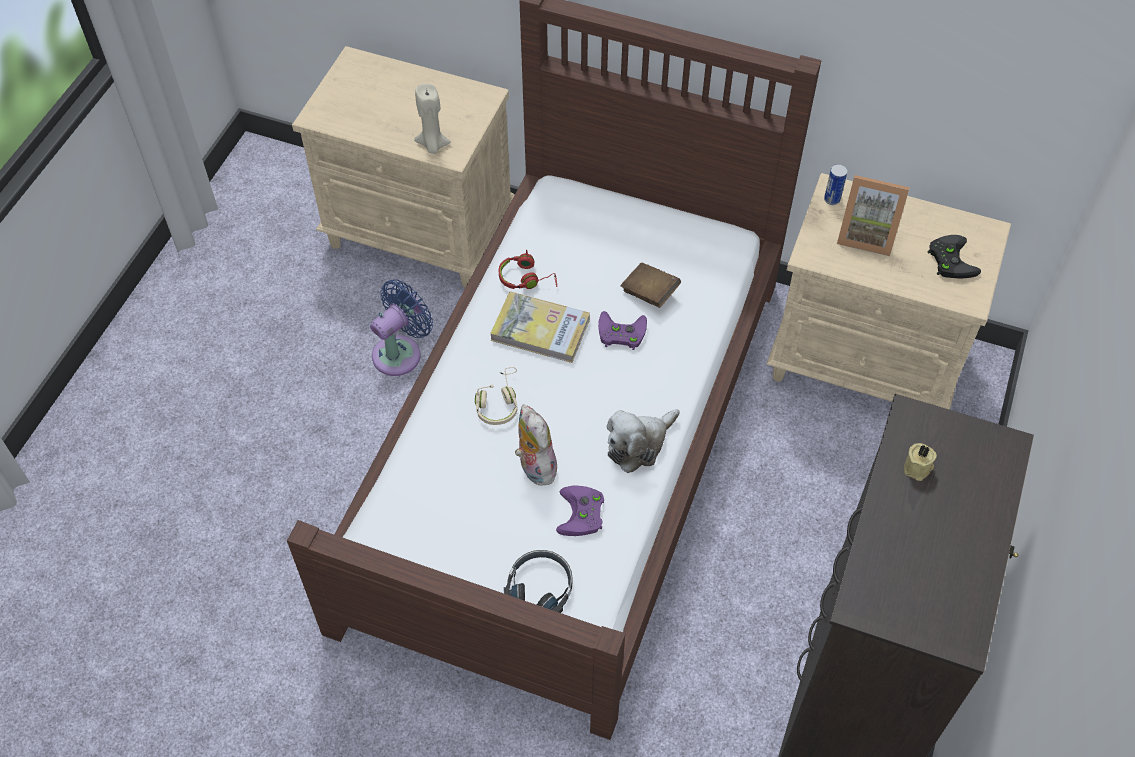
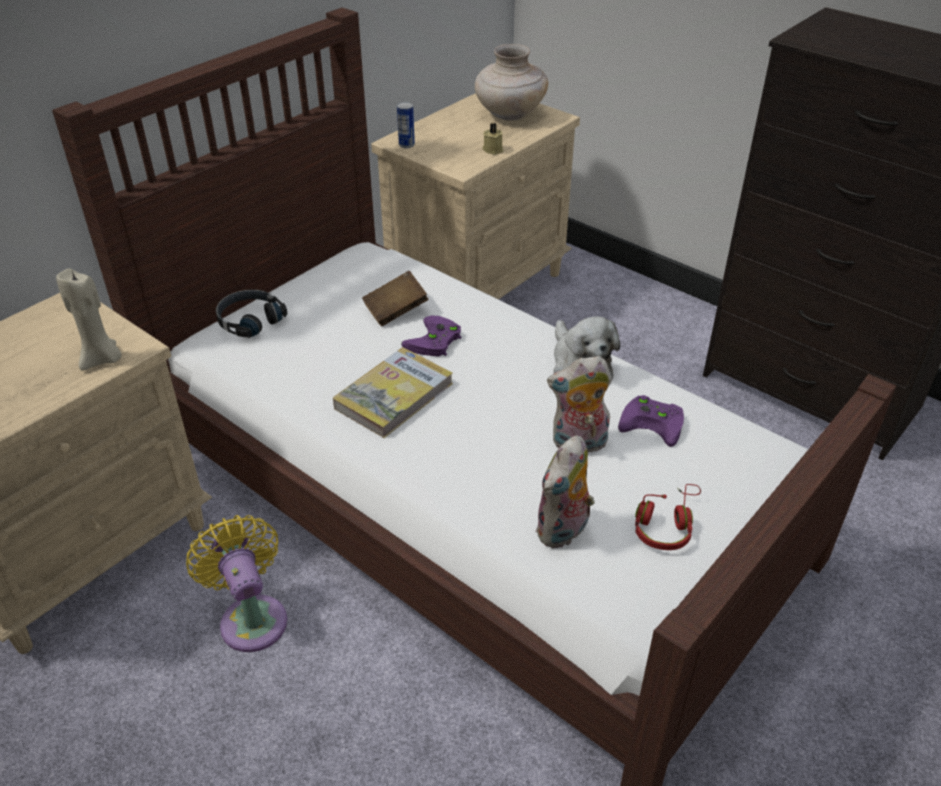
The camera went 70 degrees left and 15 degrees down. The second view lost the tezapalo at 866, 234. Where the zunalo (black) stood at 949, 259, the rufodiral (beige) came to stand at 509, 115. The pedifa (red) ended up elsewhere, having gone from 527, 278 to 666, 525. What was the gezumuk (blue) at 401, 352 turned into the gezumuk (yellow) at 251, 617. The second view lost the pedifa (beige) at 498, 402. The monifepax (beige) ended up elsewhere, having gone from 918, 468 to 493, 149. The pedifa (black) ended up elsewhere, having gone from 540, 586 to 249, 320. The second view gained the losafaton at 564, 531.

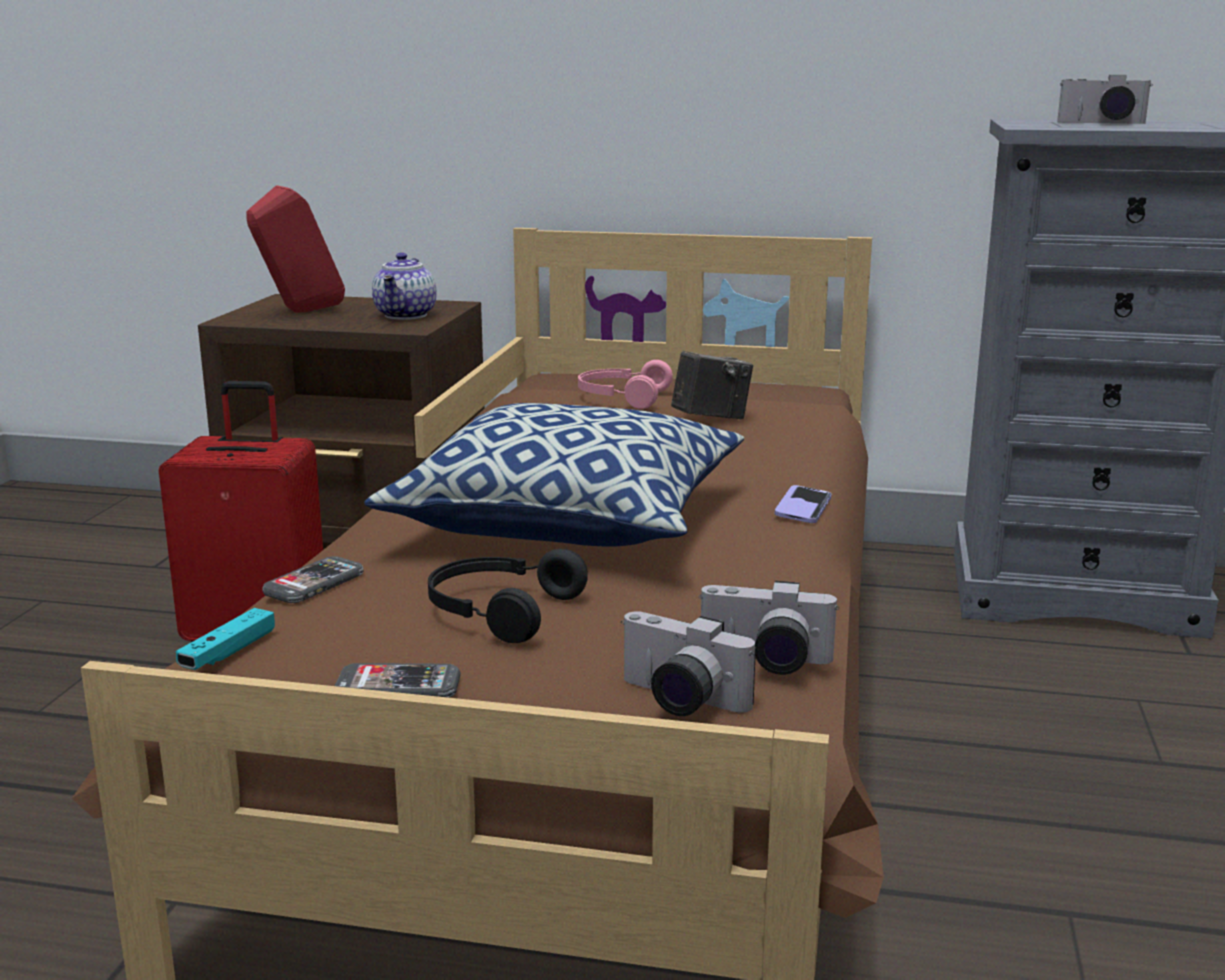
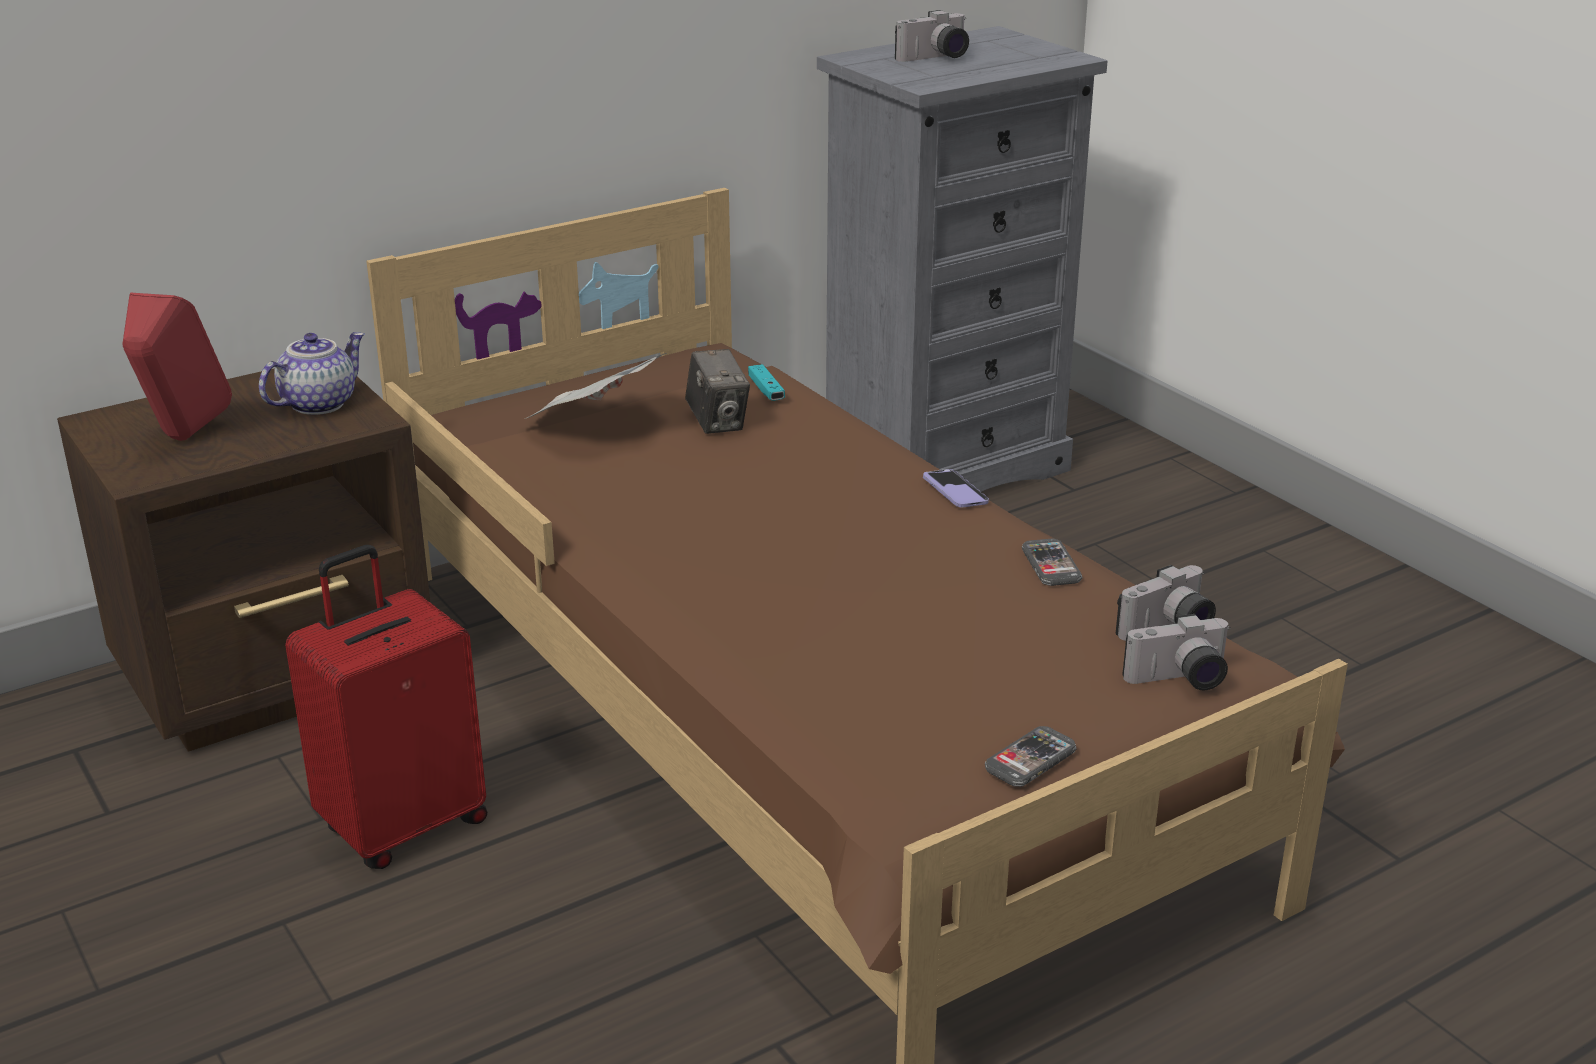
The camera went 45 degrees left and 10 degrees up. The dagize at 407, 316 ended up facing another way, 105 degrees counterclockwise from before. The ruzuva at 710, 419 ended up facing another way, 135 degrees clockwise from before. Where the pedifa (pink) stood at 622, 398, the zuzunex came to stand at 593, 424. The second view lost the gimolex at 569, 521. The second view lost the pedifa (black) at 499, 611. The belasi ended up elsewhere, having gone from 314, 583 to 1051, 565. The zunalo (turquoise) ended up elsewhere, having gone from 228, 652 to 766, 391.

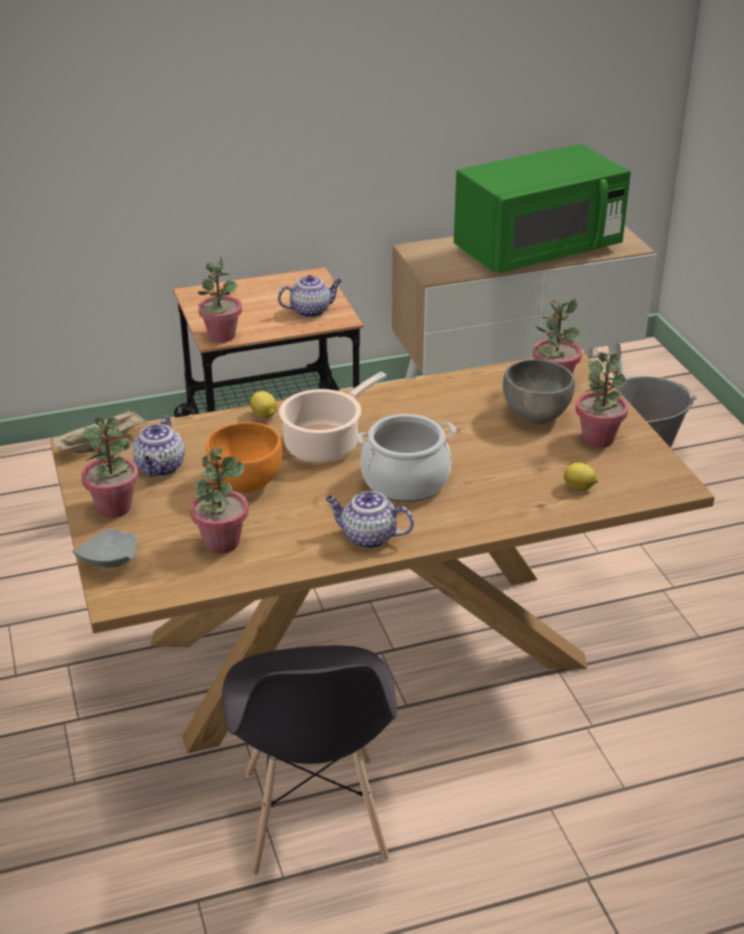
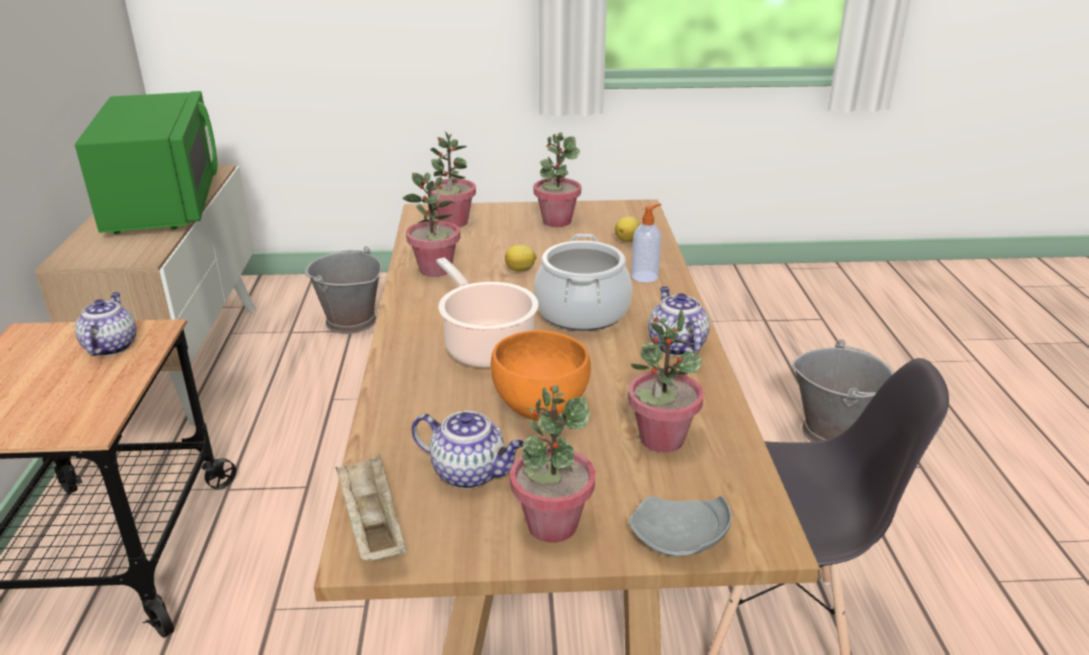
The camera went 75 degrees left and 5 degrees down. The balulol ended up elsewhere, having gone from 221, 336 to 435, 270. The second view lost the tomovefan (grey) at 536, 416. The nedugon ended up elsewhere, having gone from 264, 415 to 521, 270. The dagize at 368, 537 ended up facing another way, 135 degrees clockwise from before. The second view gained the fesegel at 645, 276. The second view gained the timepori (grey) at 833, 432.

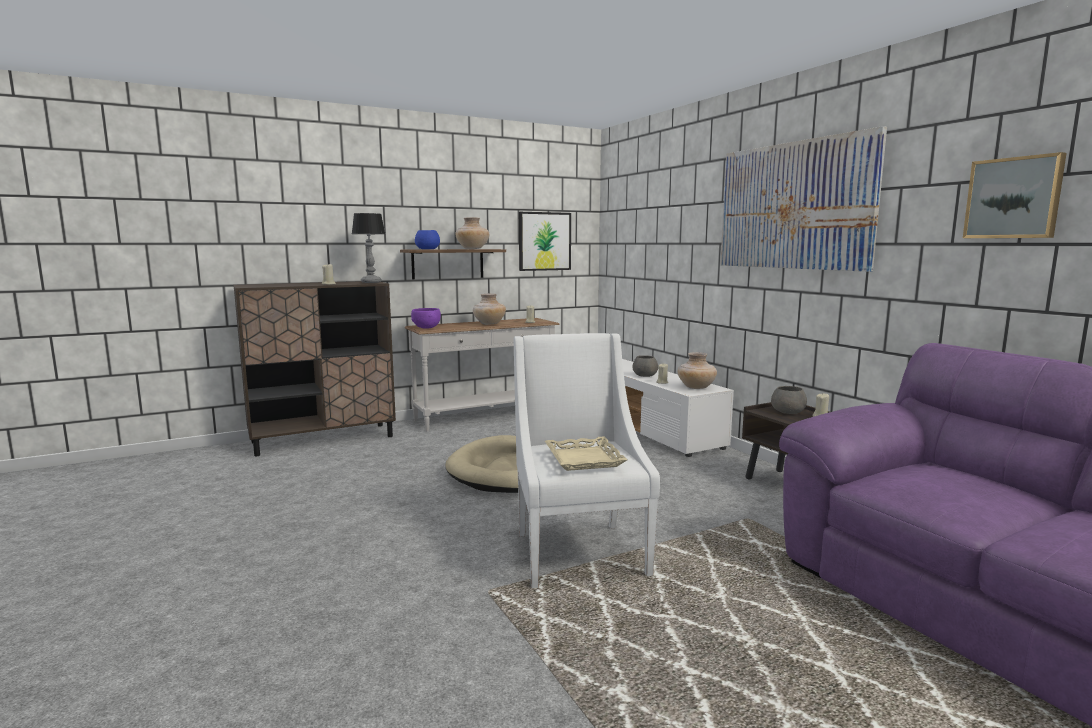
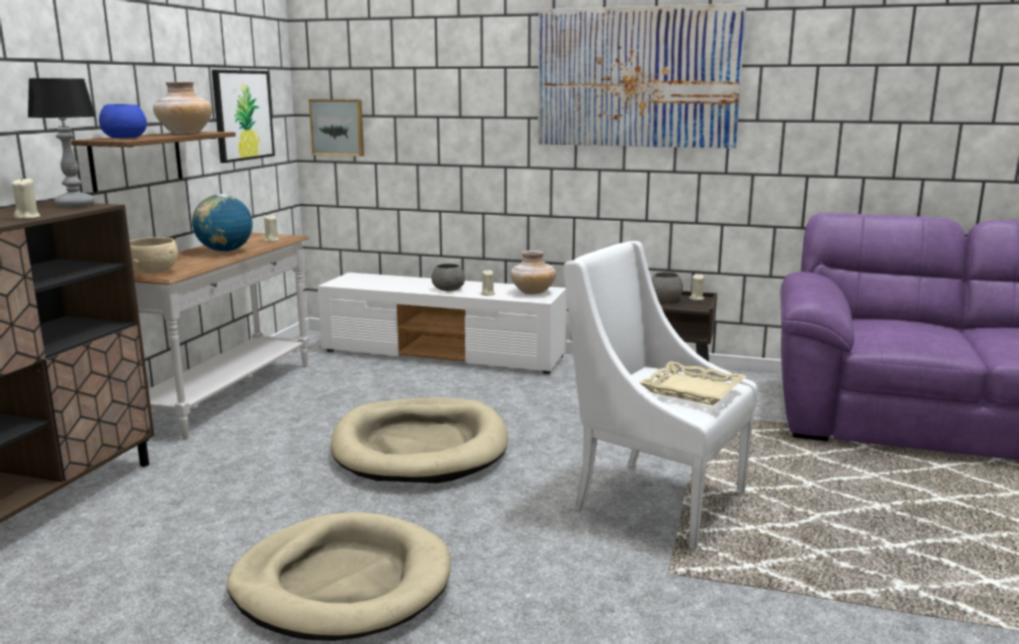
The camera went 45 degrees left and 5 degrees up. The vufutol ended up elsewhere, having gone from 1013, 198 to 338, 127. Where the rufodiral (beige) stood at 489, 324, the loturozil came to stand at 225, 251. What was the tomovefan (purple) at 426, 328 turned into the tomovefan (beige) at 154, 272. The second view gained the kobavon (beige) at 342, 583.

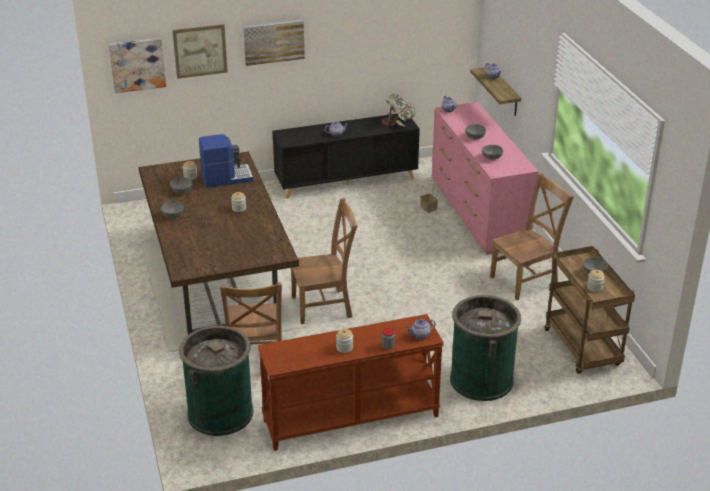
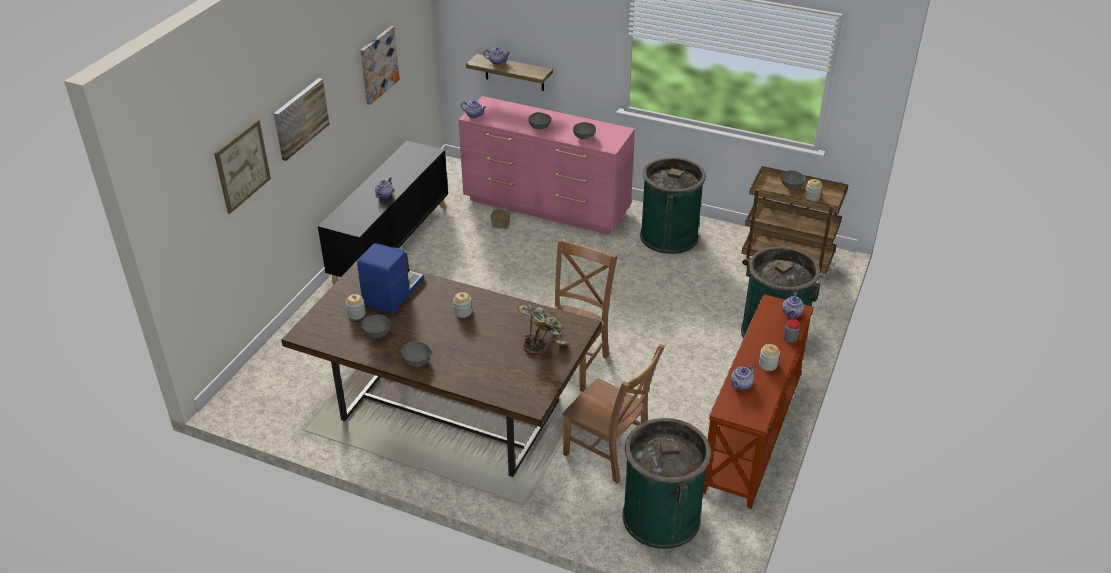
The camera went 50 degrees left and 5 degrees up. The vufutol ended up elsewhere, having gone from 137, 64 to 378, 64. The balulol ended up elsewhere, having gone from 398, 121 to 541, 339. Where the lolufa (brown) stood at 526, 281, the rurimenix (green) came to stand at 669, 236. The second view gained the dagize at 741, 385.

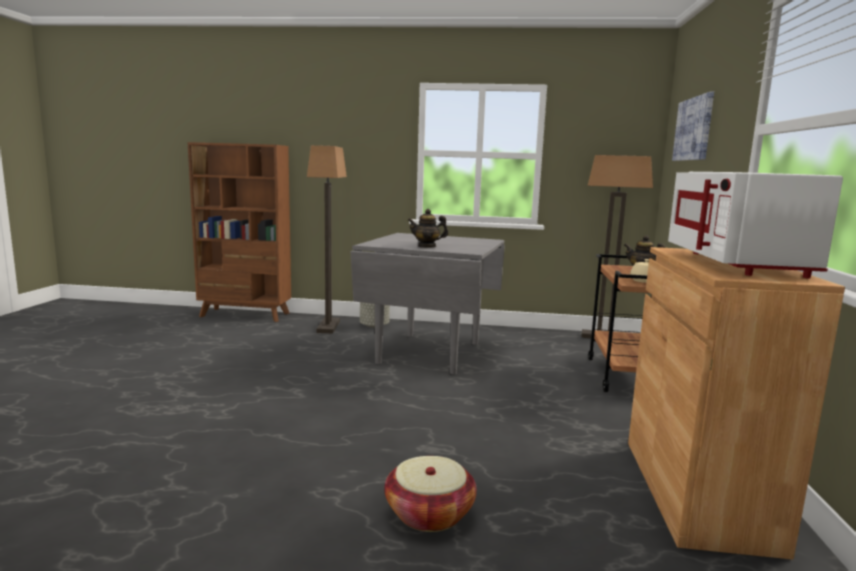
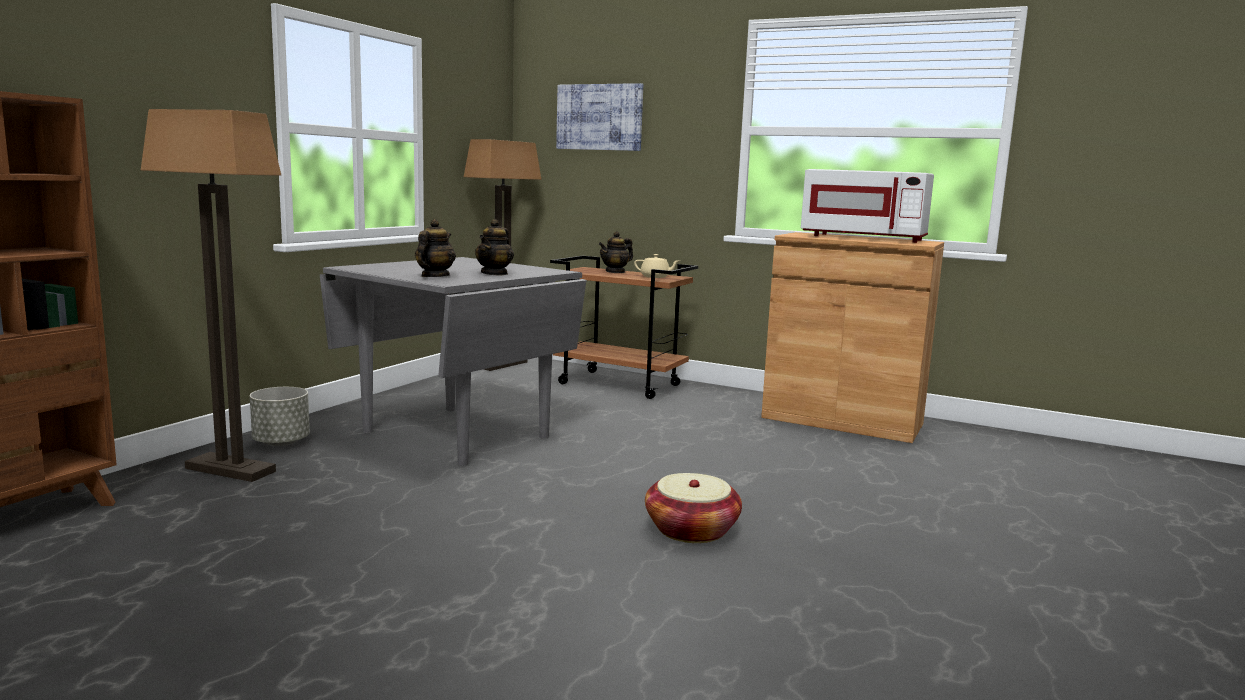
The camera went 70 degrees left and 0 degrees up. The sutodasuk ended up elsewhere, having gone from 429, 513 to 691, 530. The second view gained the dagize at 434, 276.

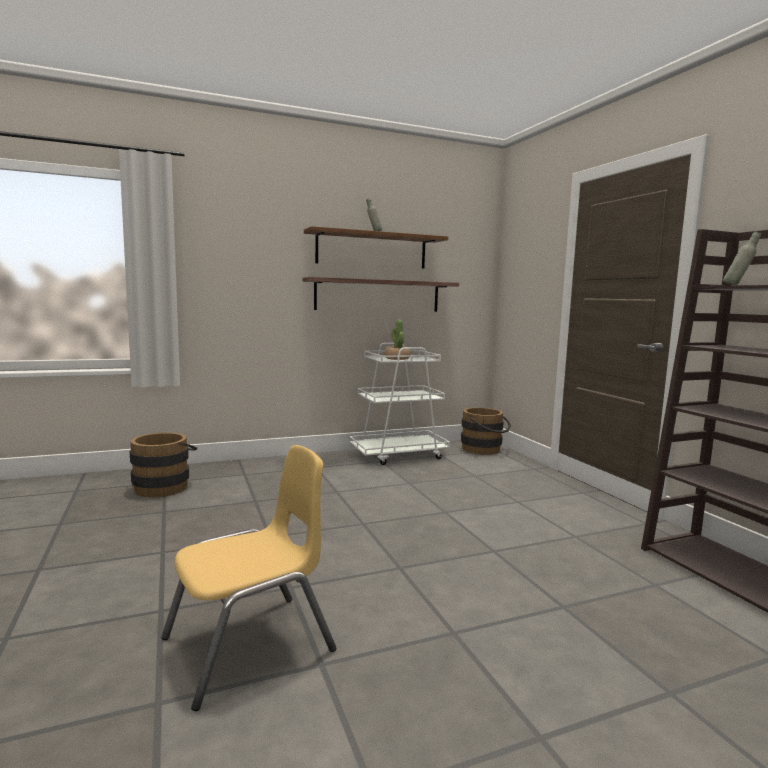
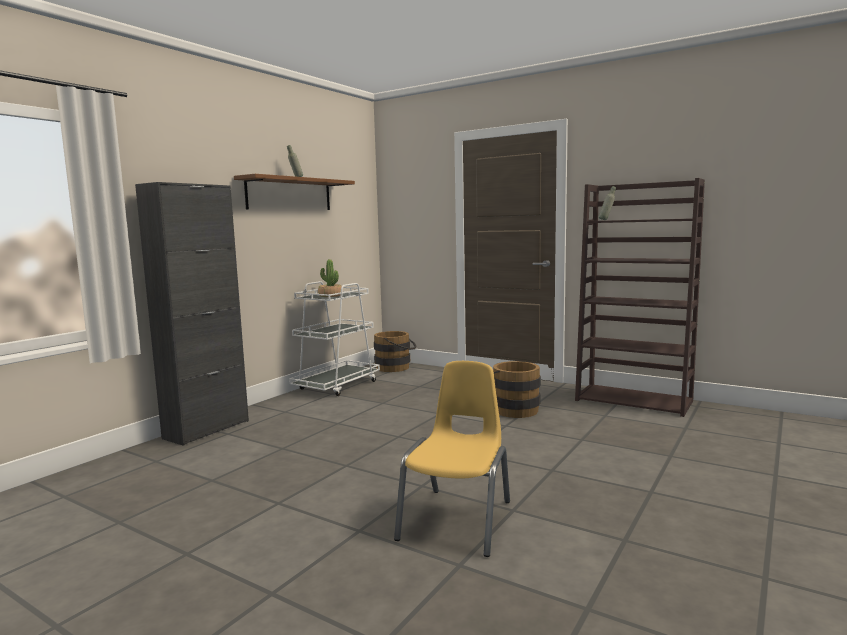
The camera went 35 degrees left and 0 degrees up. The second view lost the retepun at 378, 295. The timepori (brown) ended up elsewhere, having gone from 164, 486 to 513, 409. The second view gained the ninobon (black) at 206, 429.

